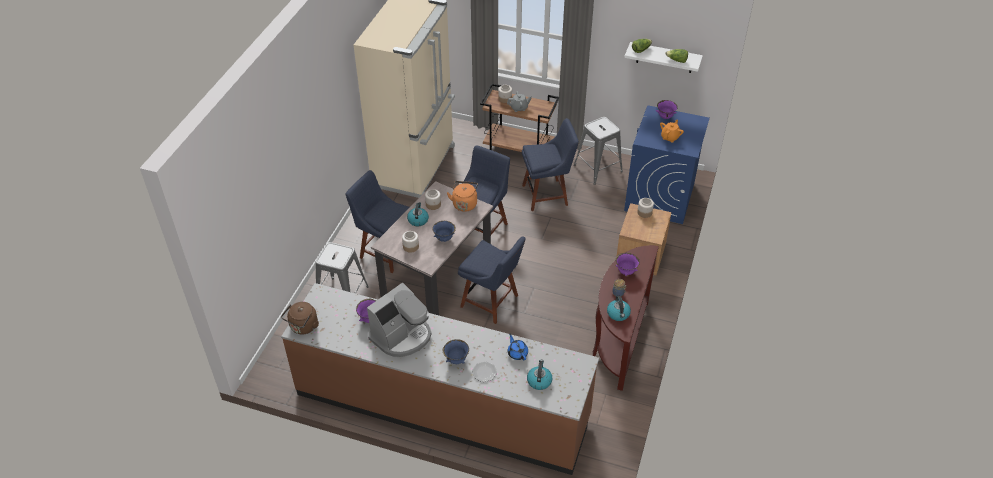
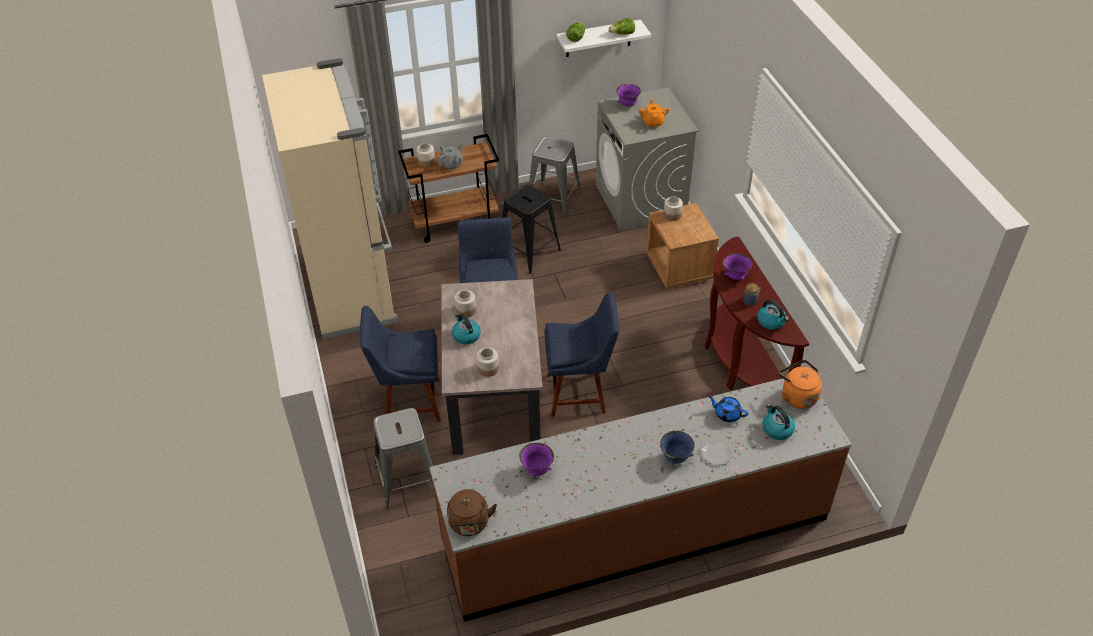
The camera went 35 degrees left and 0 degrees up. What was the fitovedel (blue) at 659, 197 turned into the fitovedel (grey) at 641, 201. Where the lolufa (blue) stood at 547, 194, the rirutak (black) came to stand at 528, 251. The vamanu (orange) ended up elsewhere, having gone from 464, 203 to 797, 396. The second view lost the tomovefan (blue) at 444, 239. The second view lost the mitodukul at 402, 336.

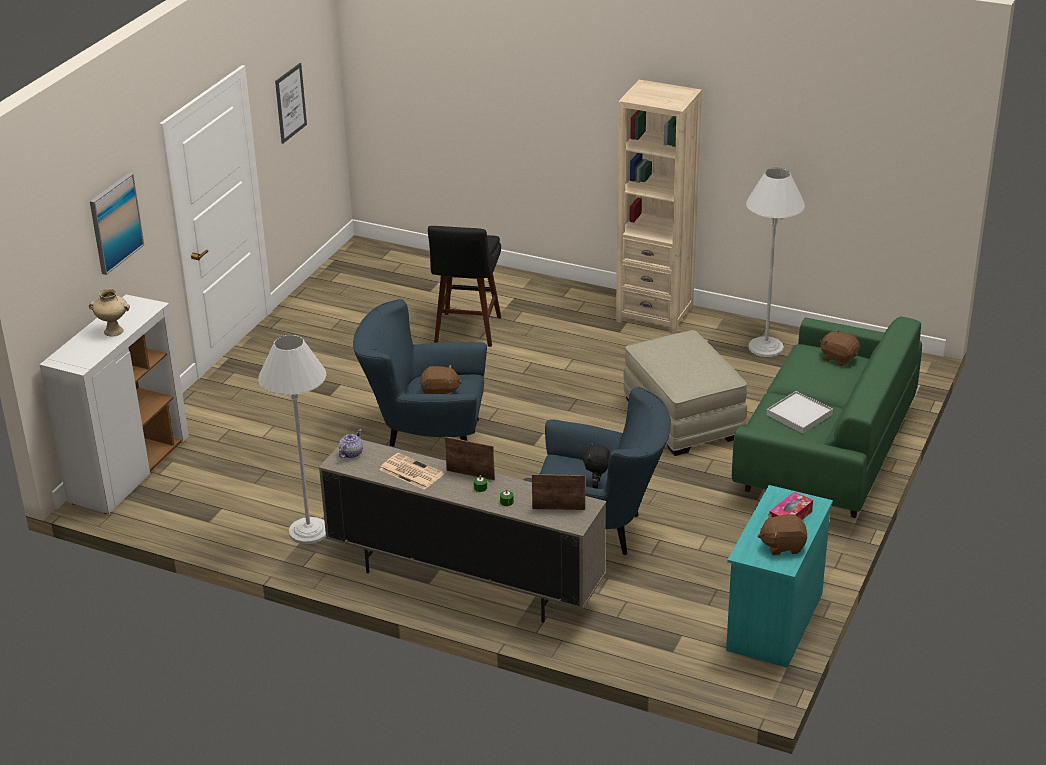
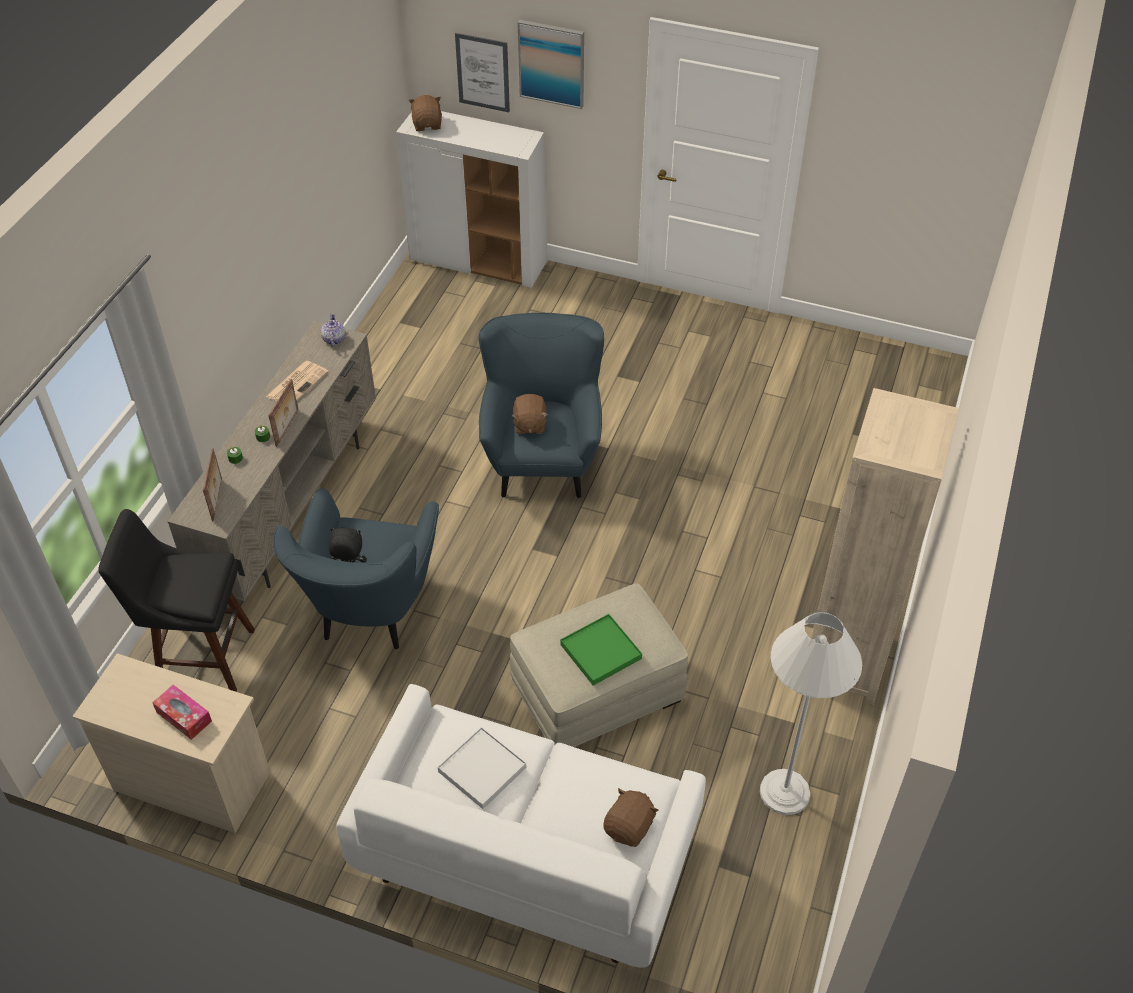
The camera went 85 degrees right and 15 degrees up. The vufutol ended up elsewhere, having gone from 290, 103 to 483, 72. The rirutak (black) ended up elsewhere, having gone from 467, 331 to 201, 657. The second view lost the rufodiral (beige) at 114, 331. What was the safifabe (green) at 824, 454 turned into the safifabe (white) at 525, 853. The second view lost the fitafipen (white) at 308, 531. The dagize at 351, 453 ended up facing another way, 120 degrees counterclockwise from before. What was the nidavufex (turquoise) at 774, 622 turned into the nidavufex (beige) at 191, 780. The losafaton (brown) ended up elsewhere, having gone from 782, 545 to 427, 124. The second view gained the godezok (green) at 601, 651.

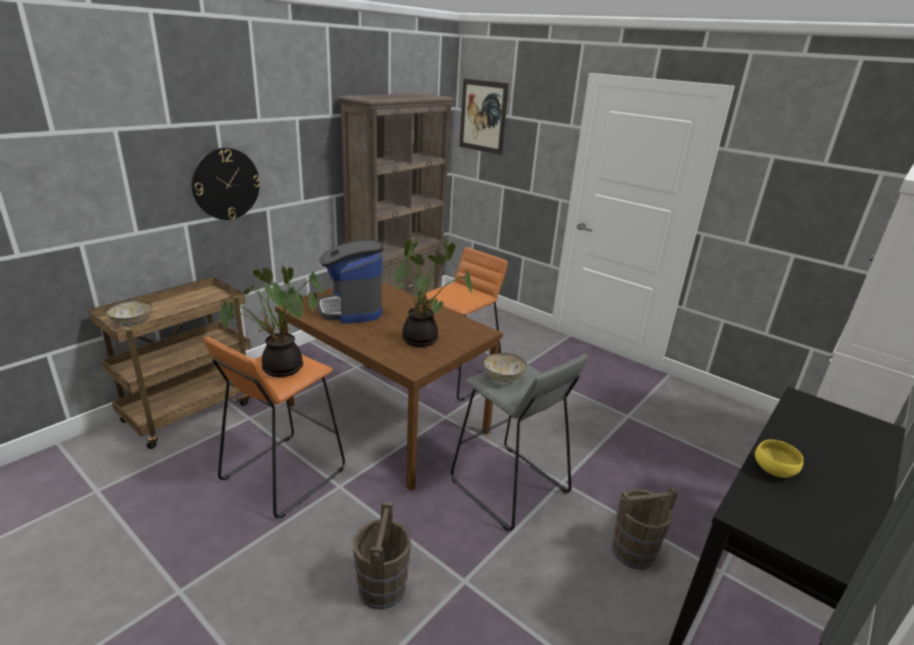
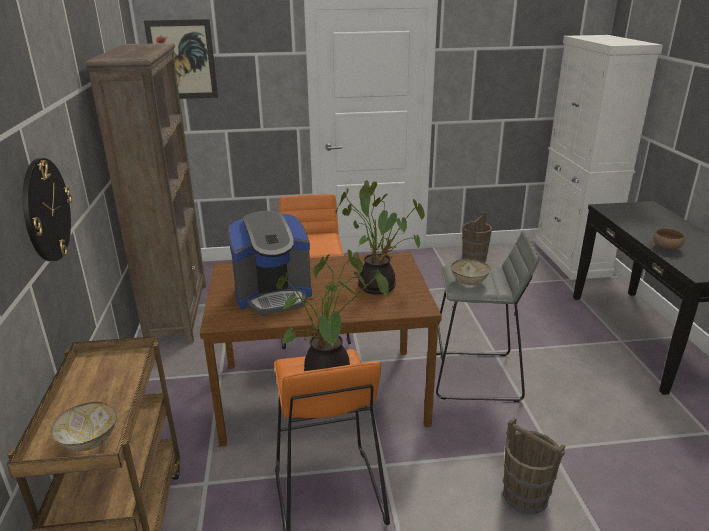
The camera went 45 degrees left and 0 degrees up. The mitodukul at 351, 309 ended up facing another way, 45 degrees counterclockwise from before. What was the tomovefan (yellow) at 773, 471 turned into the tomovefan (brown) at 667, 248. The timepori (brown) ended up elsewhere, having gone from 633, 551 to 474, 258.

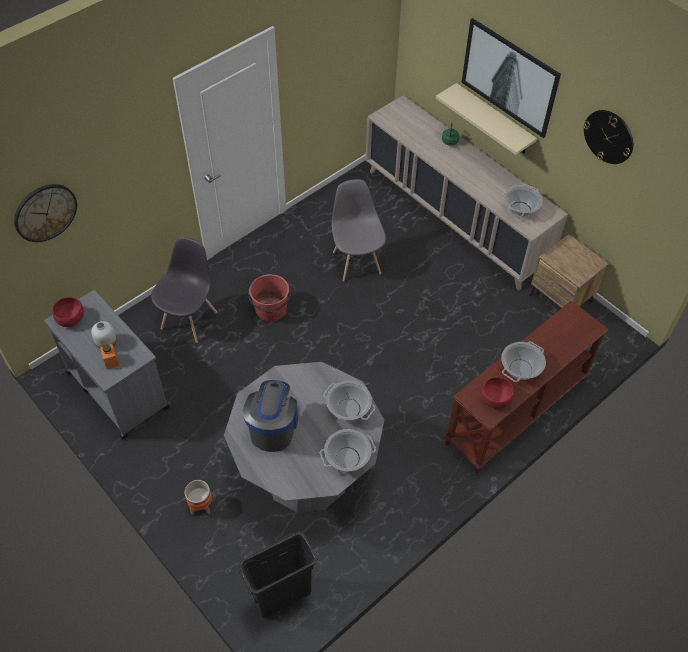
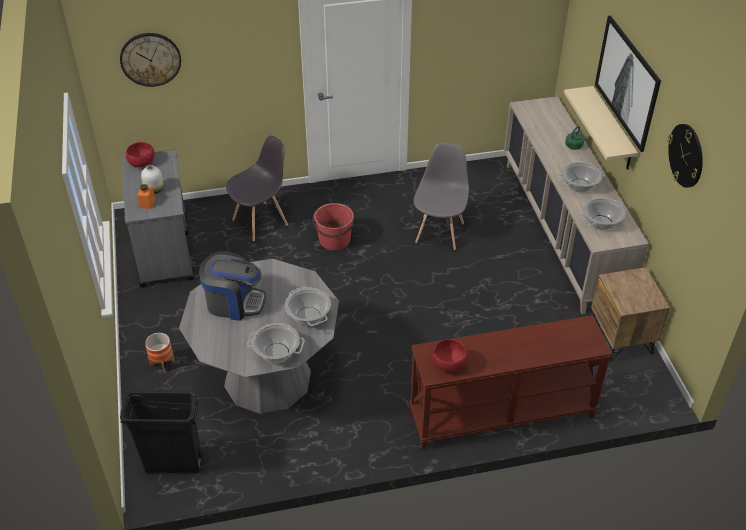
The camera went 30 degrees right and 10 degrees down. The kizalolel ended up elsewhere, having gone from 520, 369 to 579, 186. The mitodukul at 273, 427 ended up facing another way, 60 degrees clockwise from before.

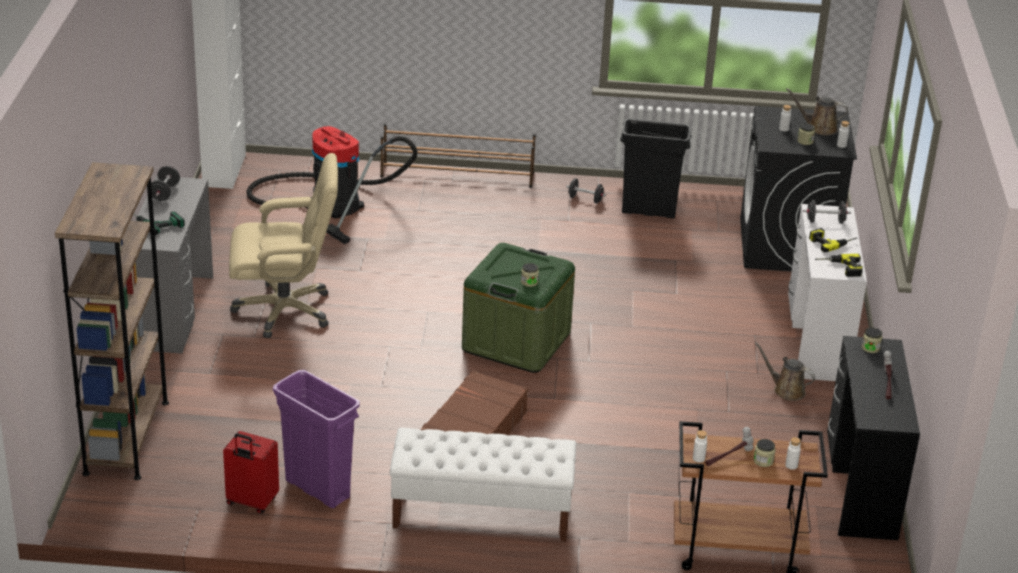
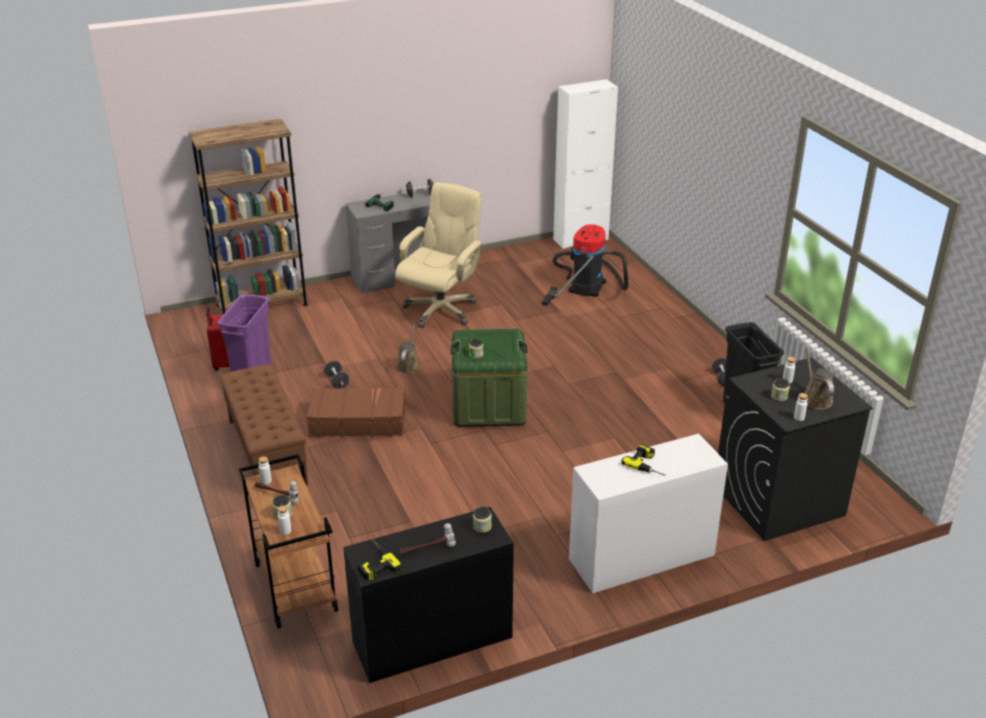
The camera went 65 degrees right and 0 degrees up. The second view lost the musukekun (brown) at 458, 175. The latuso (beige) at 285, 310 ended up facing another way, 120 degrees counterclockwise from before. The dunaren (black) ended up elsewhere, having gone from 825, 221 to 337, 382. The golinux ended up elsewhere, having gone from 840, 268 to 373, 562. The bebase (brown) ended up elsewhere, having gone from 786, 390 to 408, 365. What was the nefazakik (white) at 481, 514 turned into the nefazakik (brown) at 267, 452.

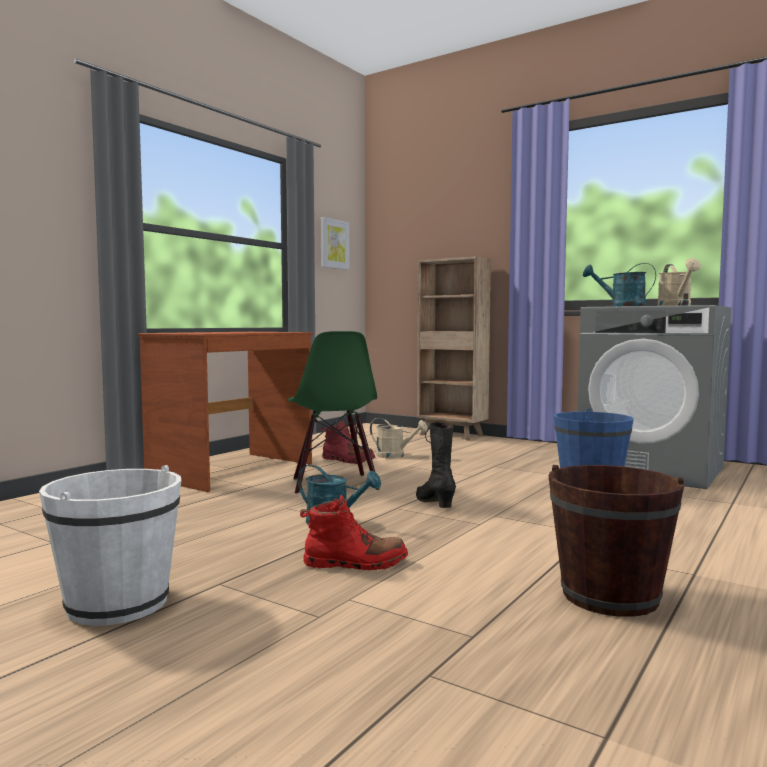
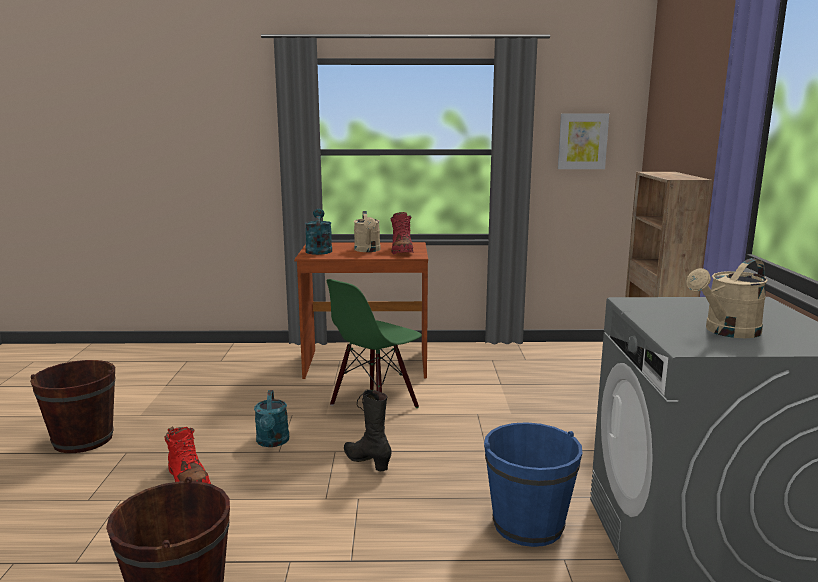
The camera went 55 degrees right and 10 degrees up. The bebase (turquoise) ended up elsewhere, having gone from 621, 306 to 318, 250. The bebase (beige) ended up elsewhere, having gone from 395, 456 to 368, 250. The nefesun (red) ended up elsewhere, having gone from 347, 460 to 401, 251. The nefesun (black) at 434, 503 ended up facing another way, 75 degrees counterclockwise from before. What was the timepori (white) at 117, 604 turned into the timepori (brown) at 83, 439.

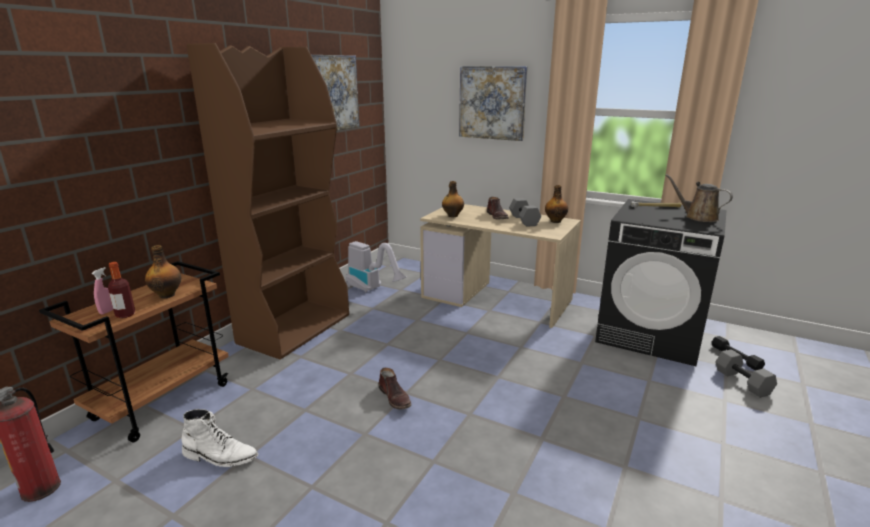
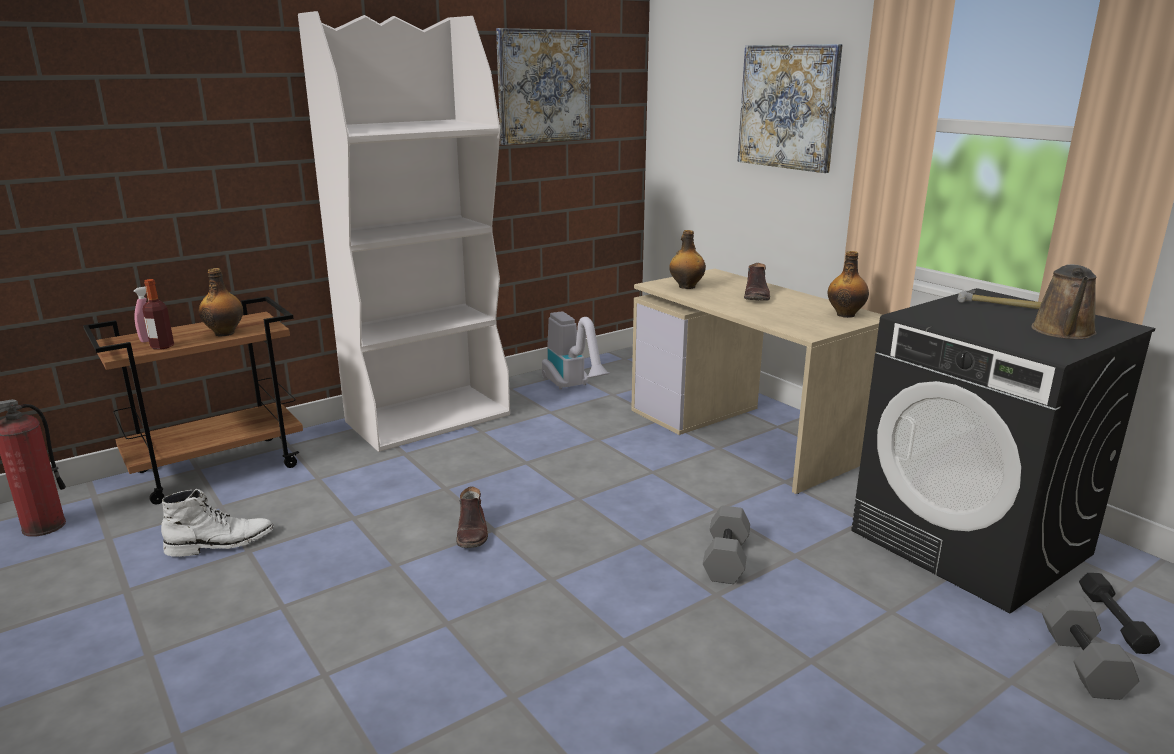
The camera went 25 degrees right and 0 degrees up. What was the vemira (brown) at 295, 328 turned into the vemira (white) at 429, 418. The bebase (brown) at 698, 217 ended up facing another way, 135 degrees counterclockwise from before. The dunaren (grey) ended up elsewhere, having gone from 524, 220 to 727, 560. The nefesun (white) at 220, 456 ended up facing another way, 60 degrees counterclockwise from before.

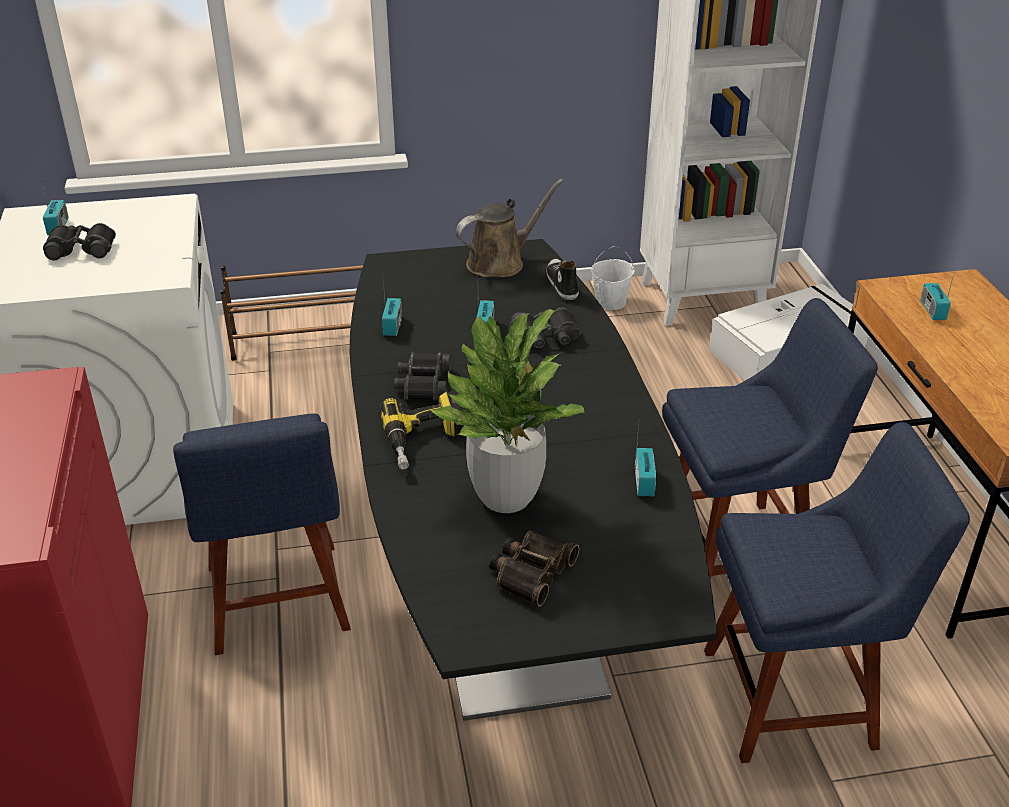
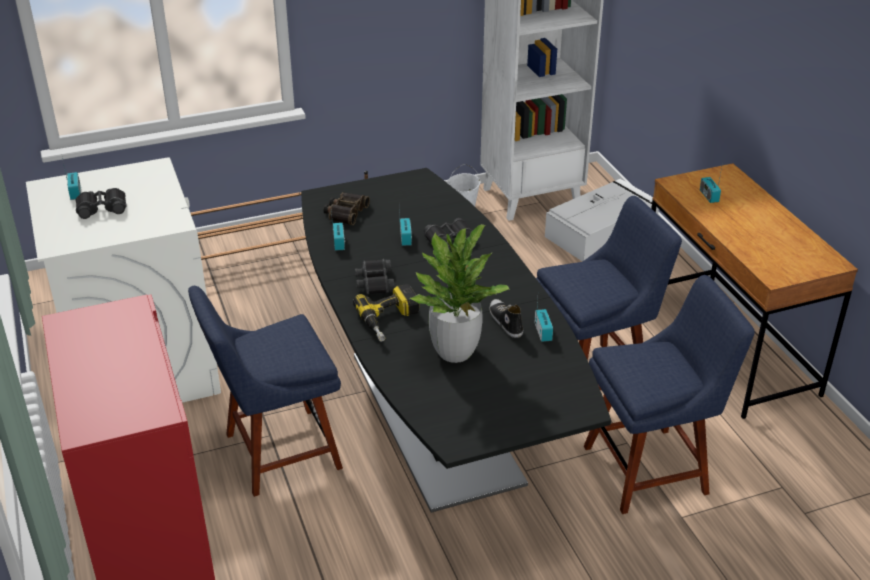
The camera went 10 degrees left and 0 degrees up. The second view lost the bebase (brown) at 500, 262. The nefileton ended up elsewhere, having gone from 561, 284 to 505, 322. The lolufa (blue) at 278, 604 ended up facing another way, 90 degrees clockwise from before. The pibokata ended up elsewhere, having gone from 531, 571 to 345, 212.

